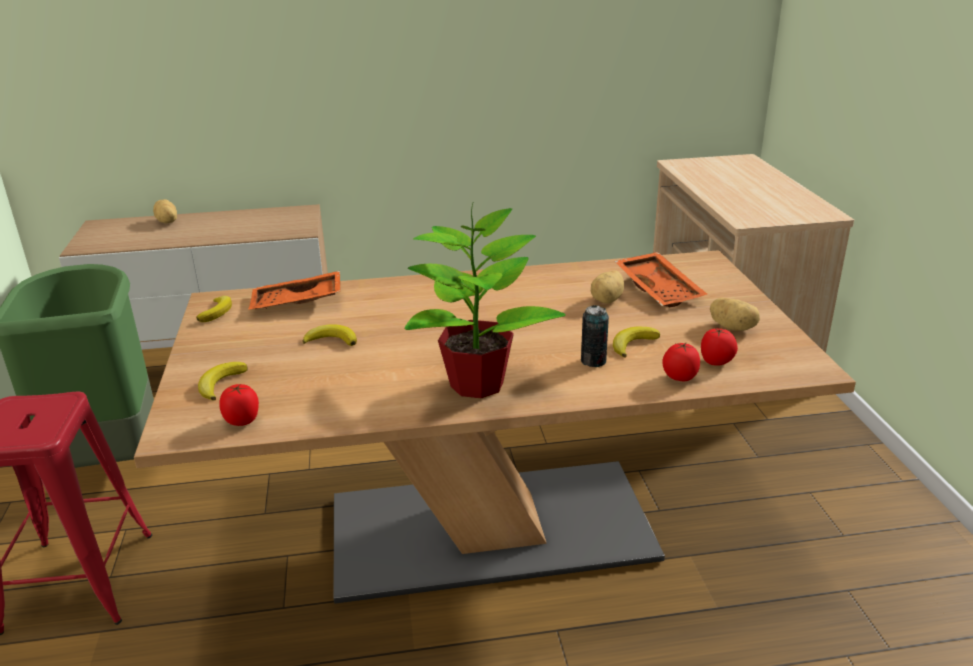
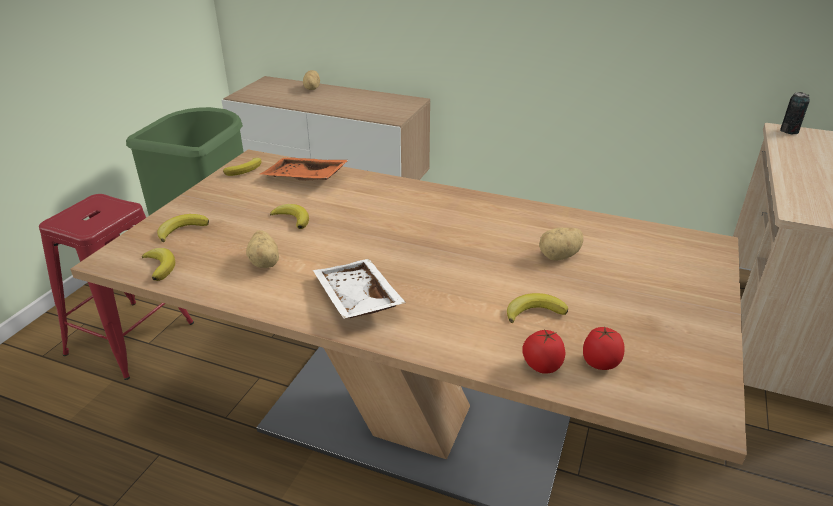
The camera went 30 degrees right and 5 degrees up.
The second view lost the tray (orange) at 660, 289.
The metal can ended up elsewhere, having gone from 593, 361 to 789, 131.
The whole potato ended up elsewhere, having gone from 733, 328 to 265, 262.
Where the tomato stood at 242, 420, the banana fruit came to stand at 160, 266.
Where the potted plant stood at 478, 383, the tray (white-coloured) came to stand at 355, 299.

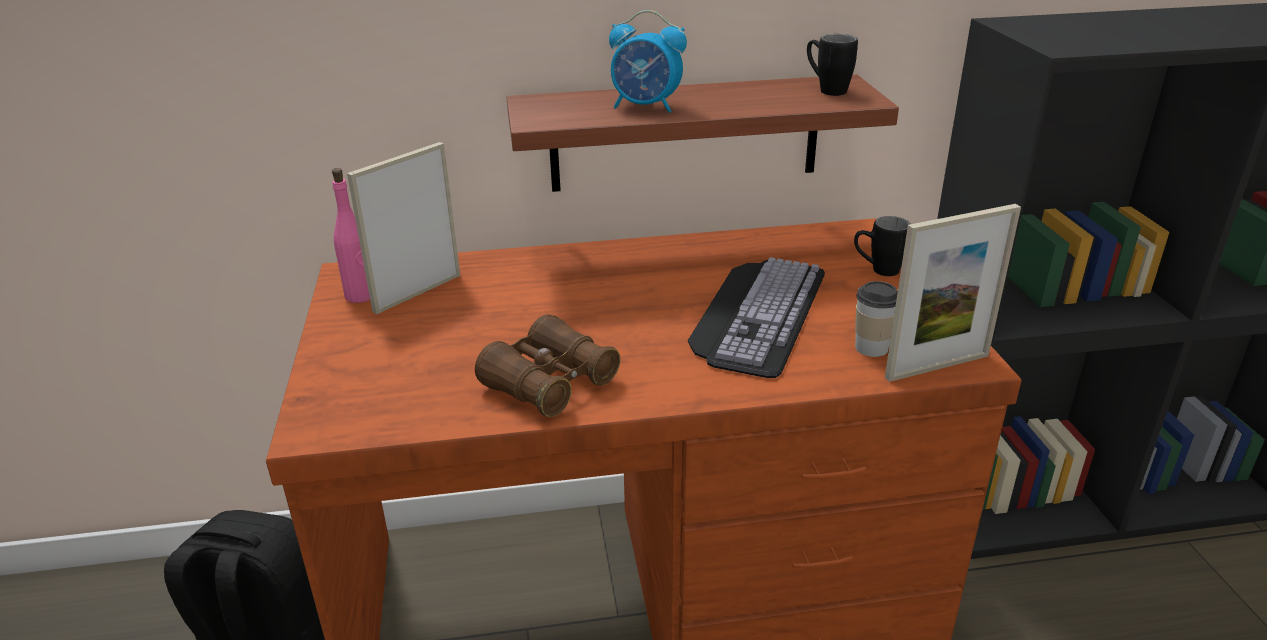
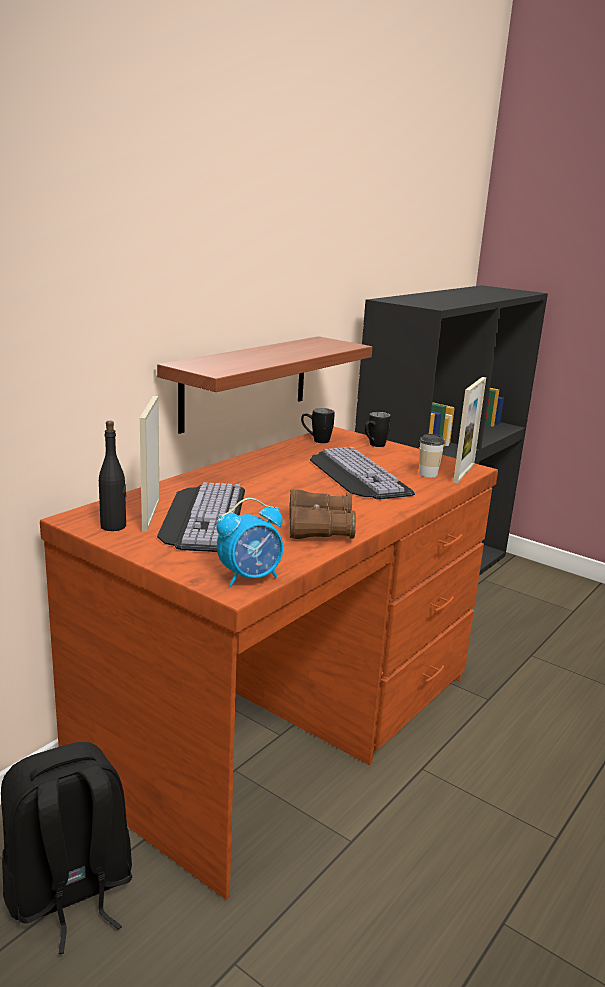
The camera went 45 degrees left and 10 degrees down.
The second view gained the computer keyboard at 202, 516.
The bedside clock ended up elsewhere, having gone from 646, 107 to 250, 577.
The coffee mug (black) ended up elsewhere, having gone from 826, 90 to 316, 440.
What was the drink bottle (pink) at 361, 295 turned into the drink bottle (black) at 113, 526.

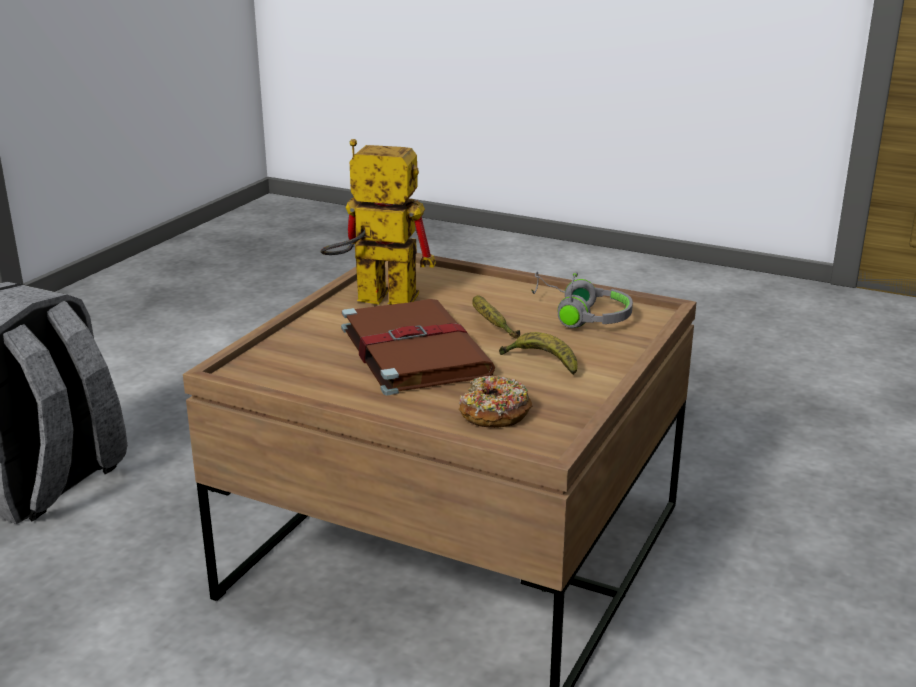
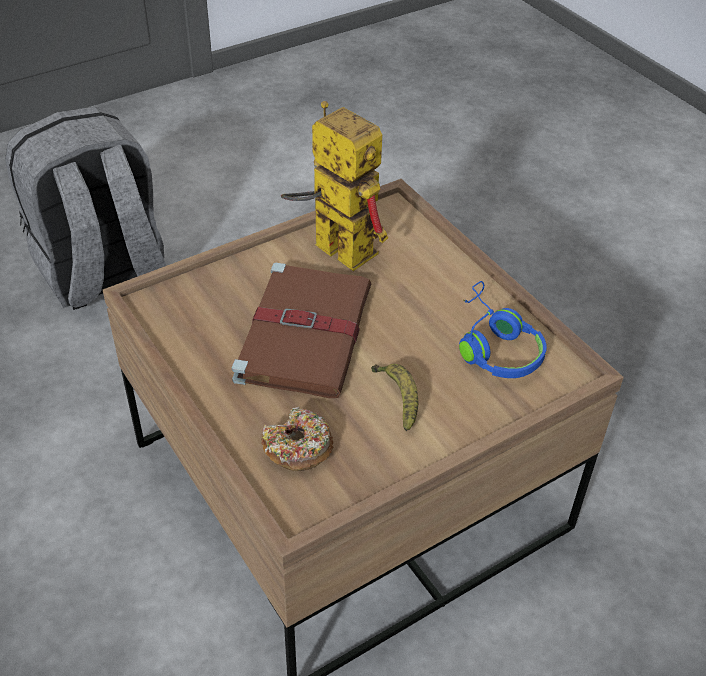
The camera went 30 degrees right and 20 degrees up.
The second view lost the banana fruit at 490, 325.
What was the headphones (grey) at 579, 315 turned into the headphones (blue) at 494, 346.

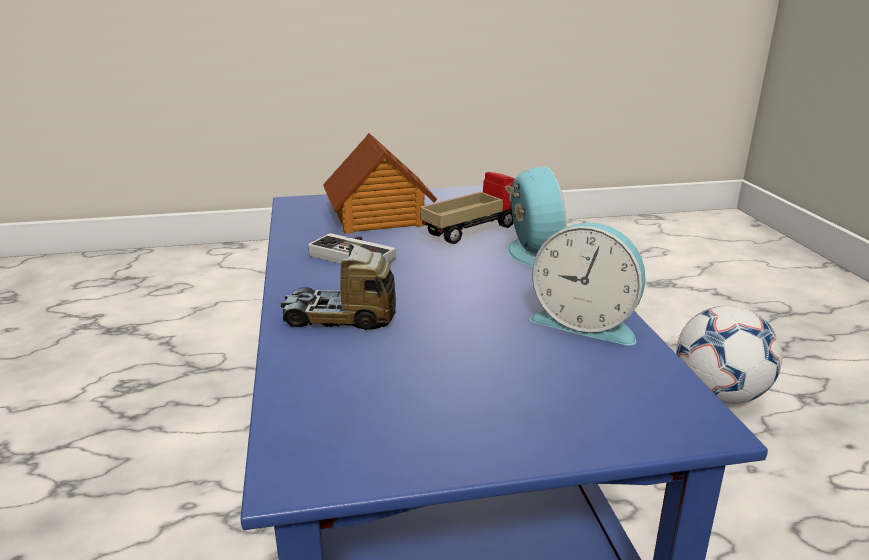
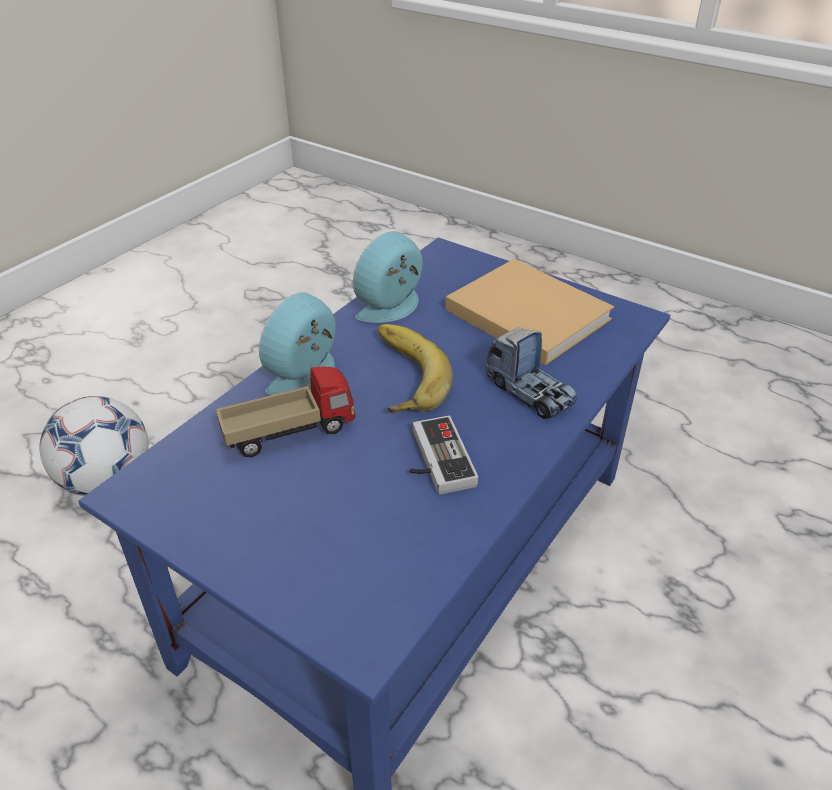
The camera went 135 degrees left and 15 degrees up.
The second view lost the toy house at 378, 217.
The second view gained the banana fruit at 400, 376.
The second view gained the volume (beige) at 524, 312.
The toy lorry at 472, 230 ended up facing another way, 150 degrees clockwise from before.
The bedside clock at 586, 322 ended up facing another way, 120 degrees counterclockwise from before.

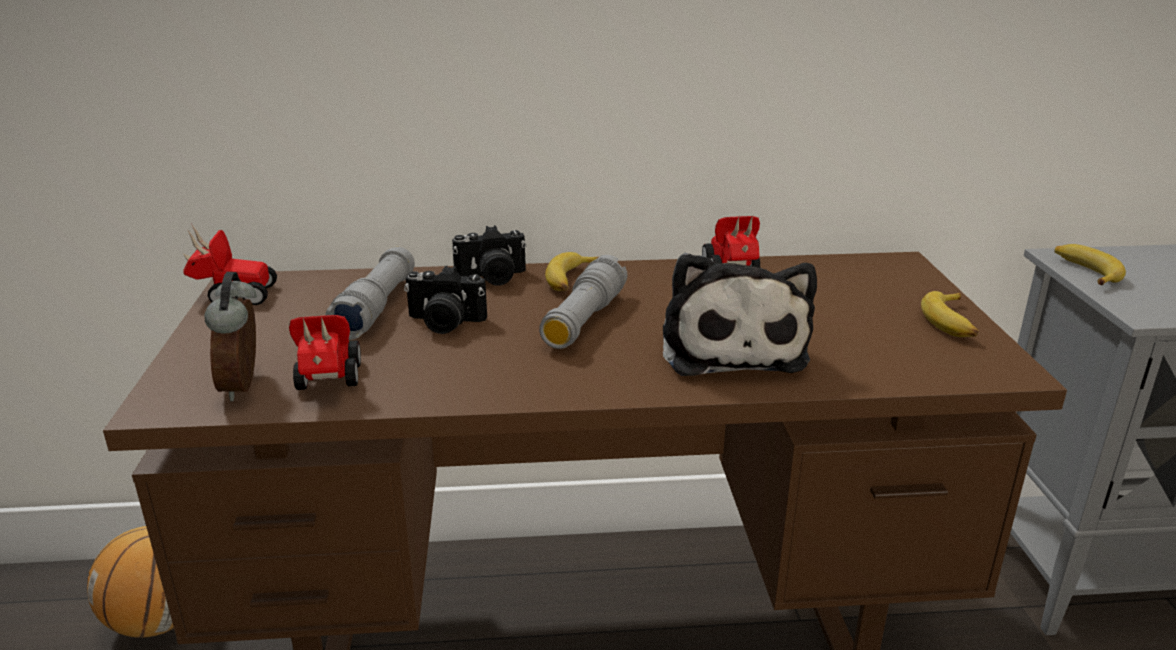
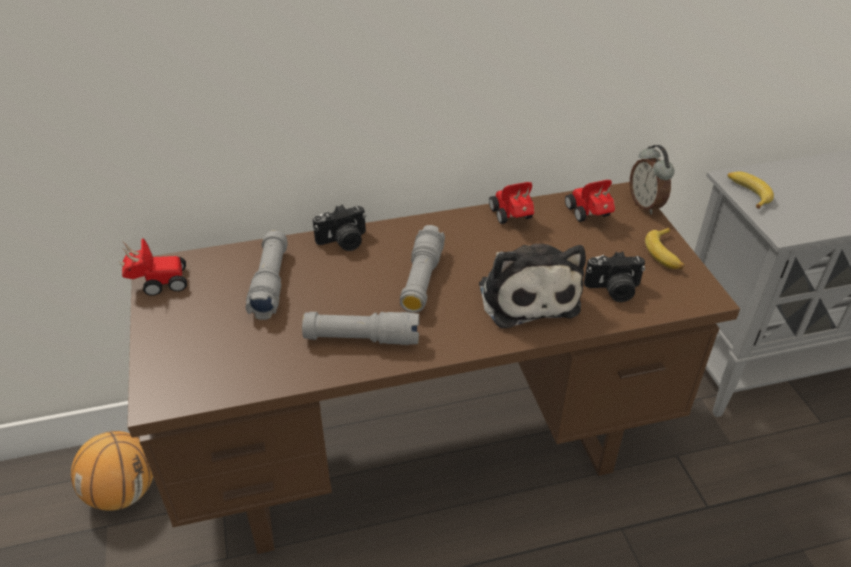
The camera went 10 degrees left and 15 degrees up.
The second view lost the banana fruit at 571, 280.
The second view gained the flashlight (grey) at 362, 338.
The bedside clock ended up elsewhere, having gone from 245, 386 to 646, 204.
The toy car ended up elsewhere, having gone from 328, 383 to 590, 215.
The still camera ended up elsewhere, having gone from 444, 323 to 613, 290.

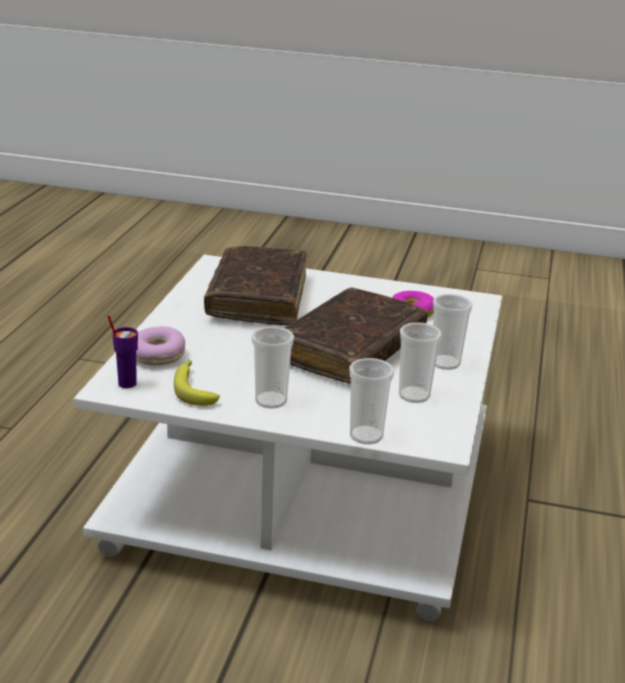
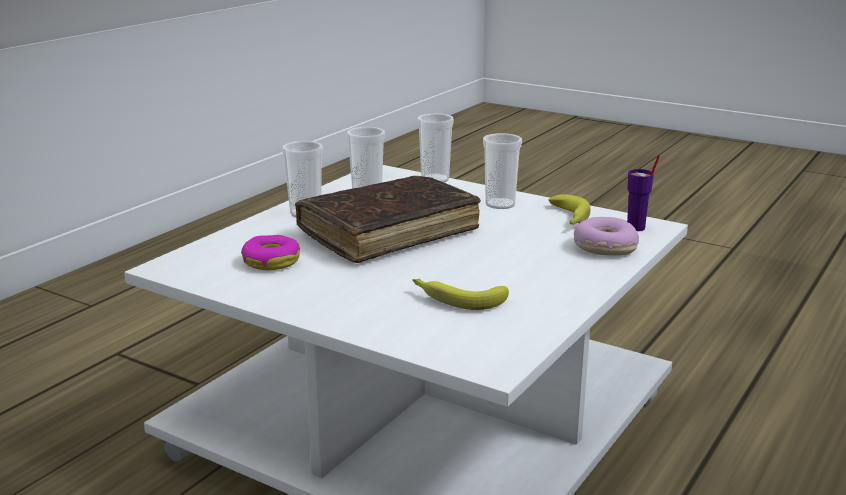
The camera went 160 degrees left and 5 degrees down.
Where the volume (brown) stood at 257, 298, the banana fruit came to stand at 457, 298.

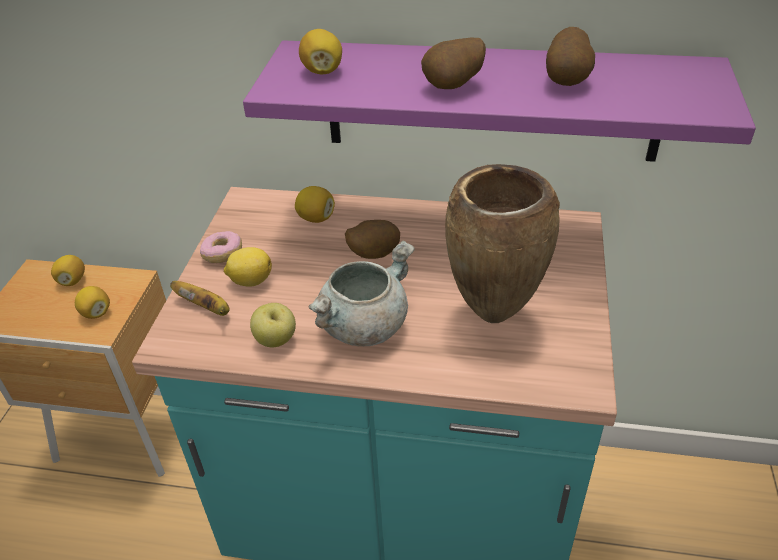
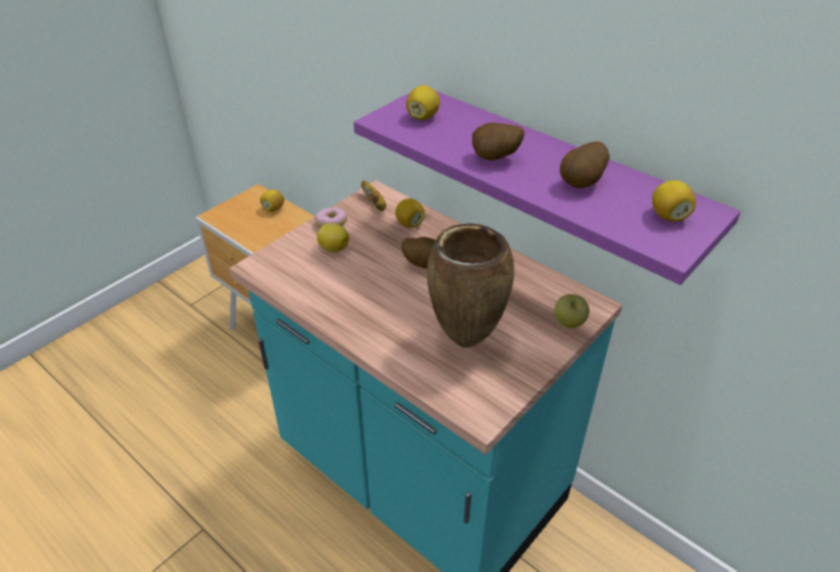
The camera went 30 degrees right and 0 degrees up.
The second view lost the cooking pot (grey) at 363, 325.
The whole lemon ended up elsewhere, having gone from 96, 313 to 668, 216.
The banana fruit ended up elsewhere, having gone from 206, 308 to 375, 204.
The whole apple ended up elsewhere, having gone from 276, 340 to 569, 323.

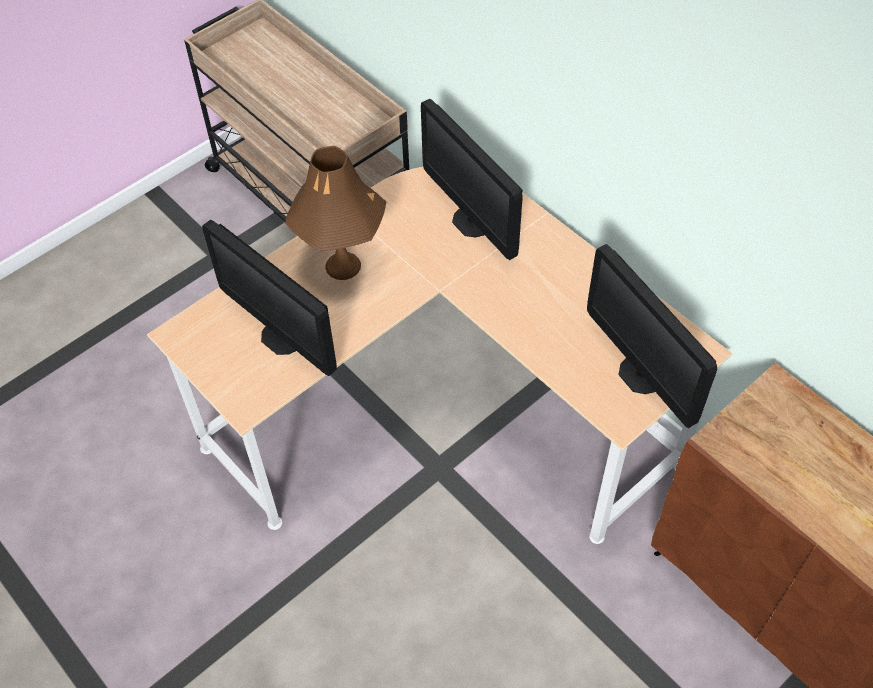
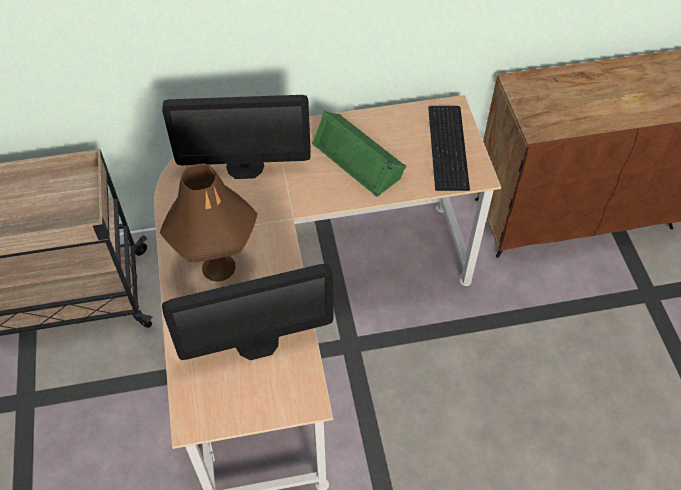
The camera went 60 degrees left and 0 degrees up.
The second view gained the loudspeaker (green) at 359, 158.
Where the computer display stood at 641, 374, the computer keyboard came to stand at 450, 146.

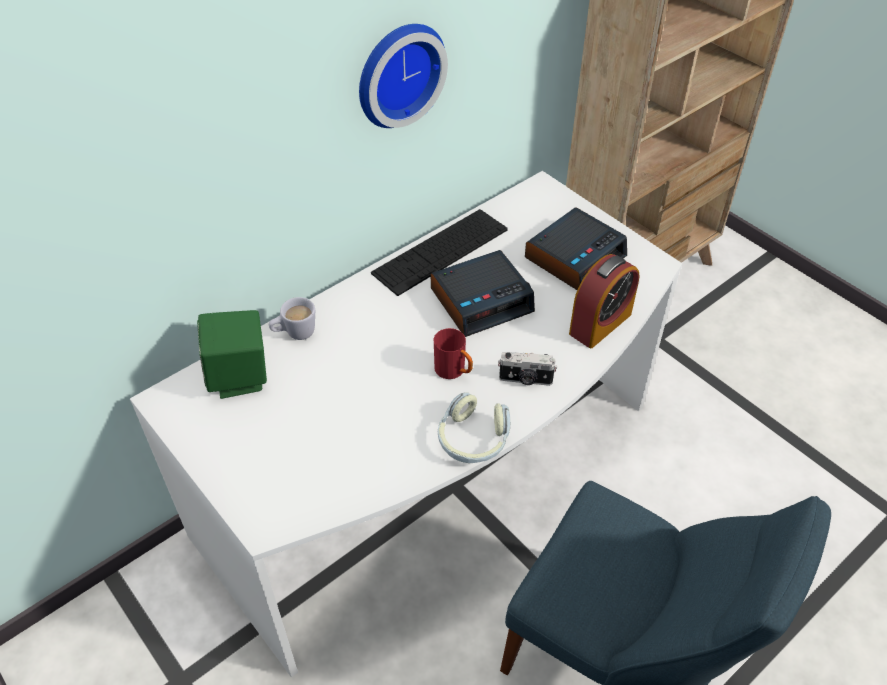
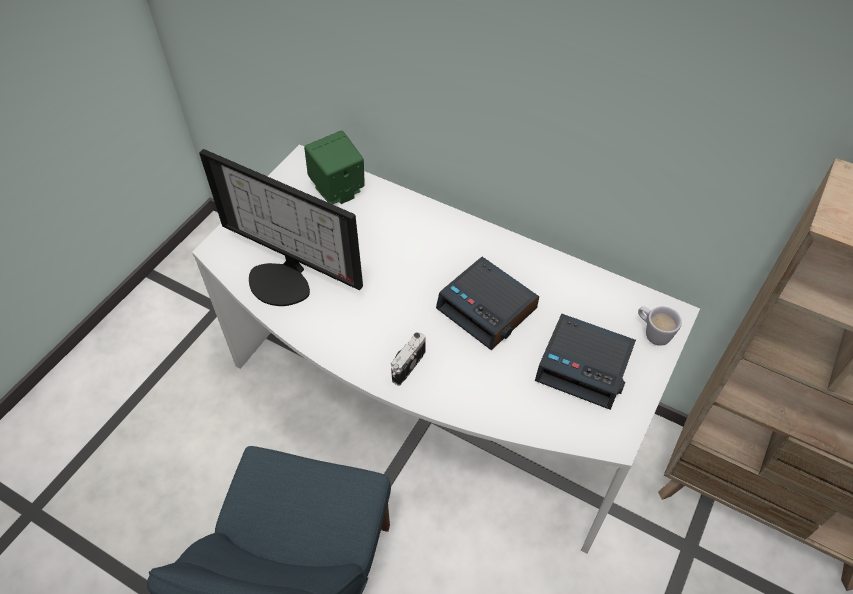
The camera went 70 degrees right and 5 degrees up.
The second view lost the wall clock at 397, 73.
The second view lost the computer keyboard at 440, 251.
The second view lost the coffee mug (red-coloured) at 454, 371.
The second view lost the headphones at 473, 439.
The second view lost the bedside clock at 600, 324.
The second view gained the computer display at 284, 279.
The coffee mug (white-coloured) ended up elsewhere, having gone from 295, 333 to 652, 333.
The still camera at 525, 380 ended up facing another way, 45 degrees clockwise from before.

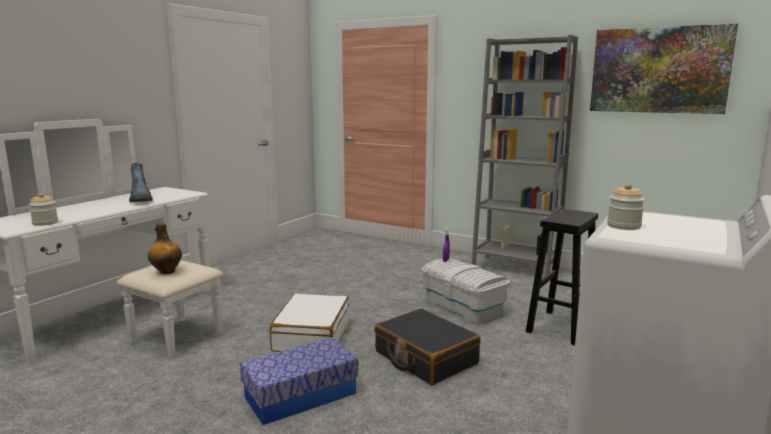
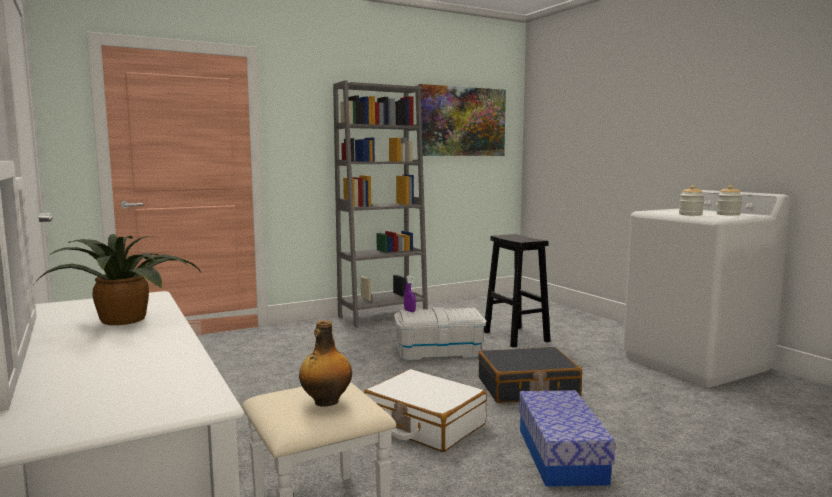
The camera went 60 degrees left and 5 degrees down.
The preserve jar ended up elsewhere, having gone from 45, 223 to 728, 214.
Where the tall boot stood at 141, 200, the potted plant came to stand at 126, 319.

